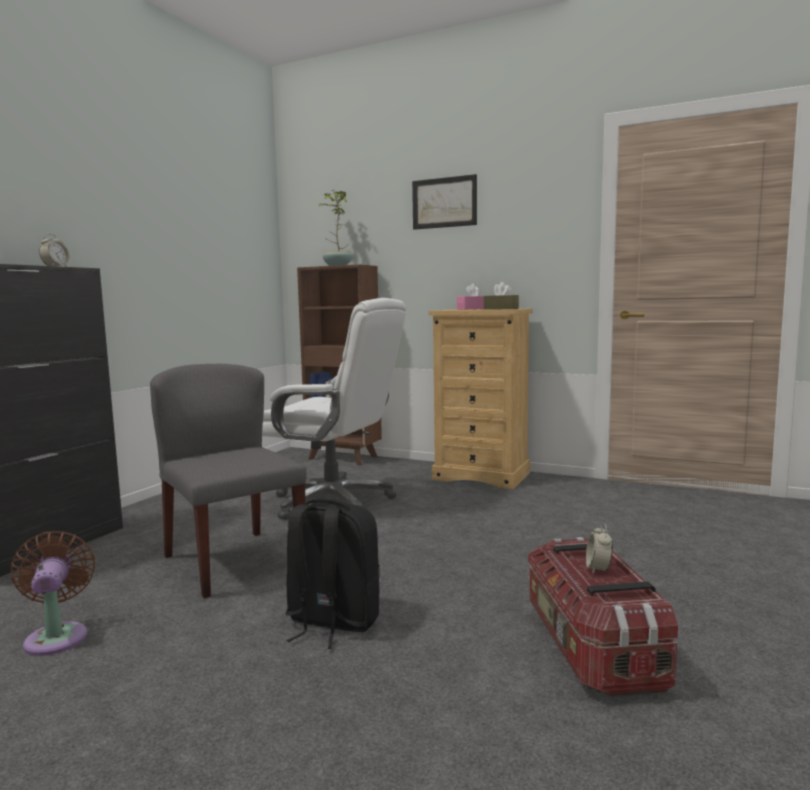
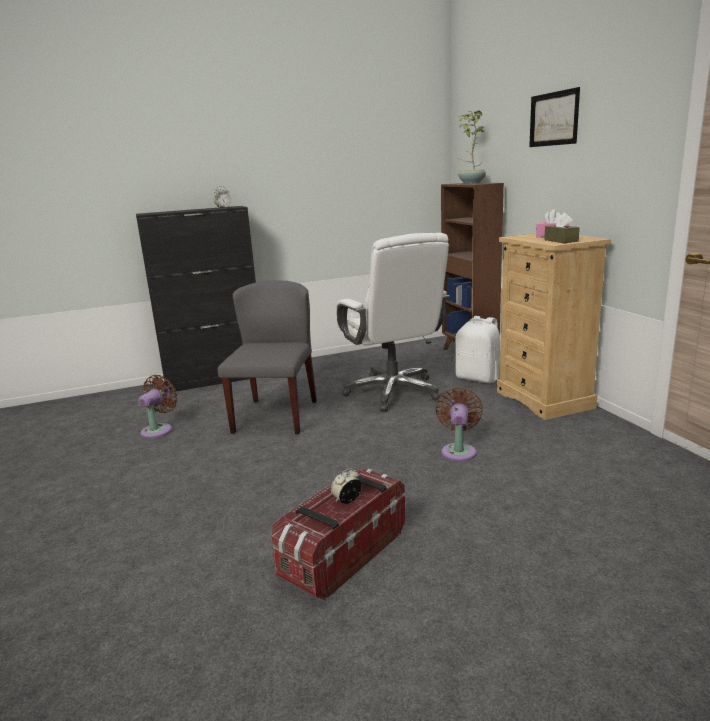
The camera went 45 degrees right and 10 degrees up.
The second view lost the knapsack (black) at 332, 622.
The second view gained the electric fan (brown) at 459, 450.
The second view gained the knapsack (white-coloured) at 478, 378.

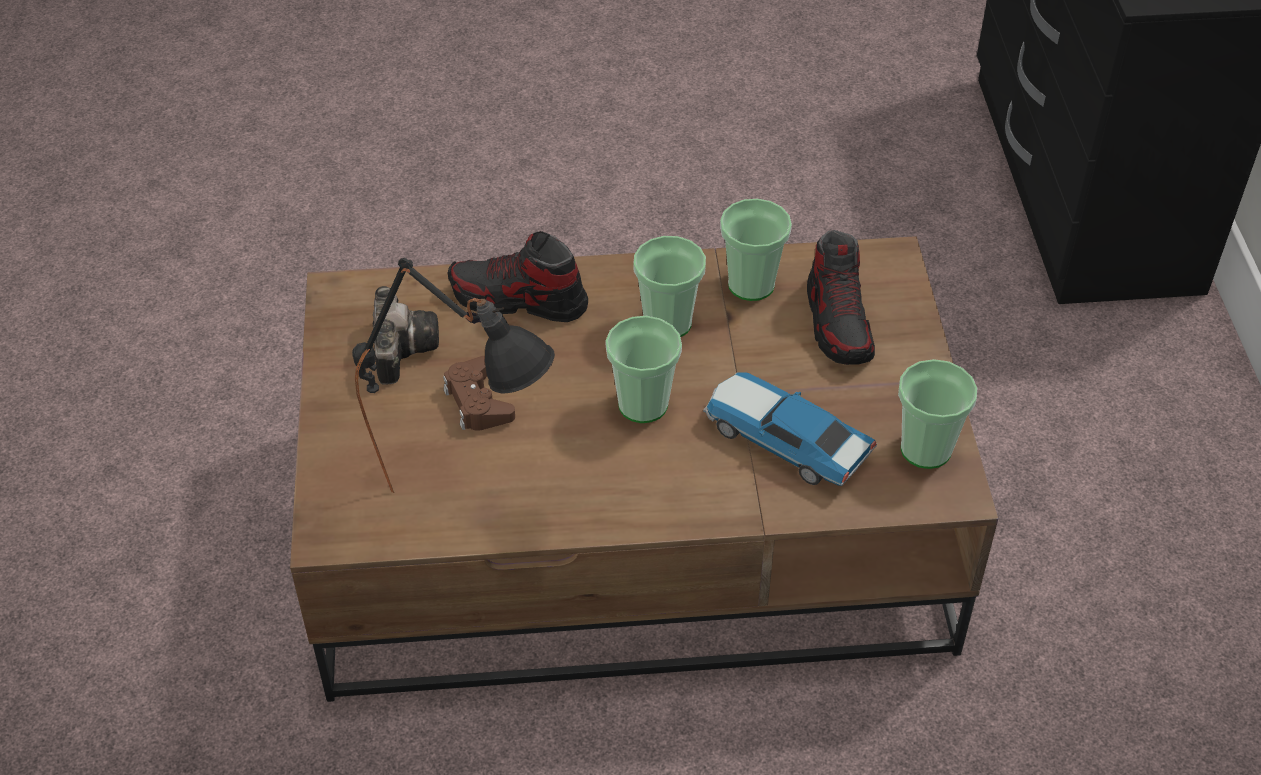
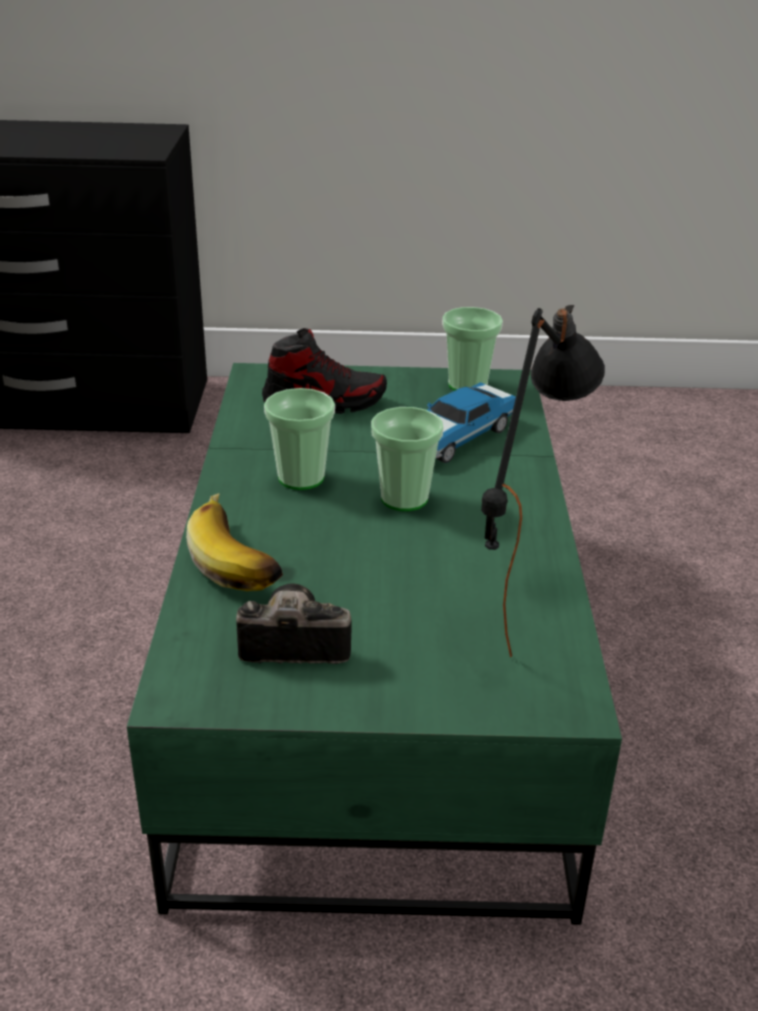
The camera went 85 degrees left and 15 degrees down.
The second view lost the gamepad (brown) at 478, 402.
The second view lost the drinking cup at 751, 284.
Where the low shoe stood at 518, 300, the banana fruit came to stand at 241, 560.
What was the coffee table (brown) at 635, 528 turned into the coffee table (green) at 373, 672.

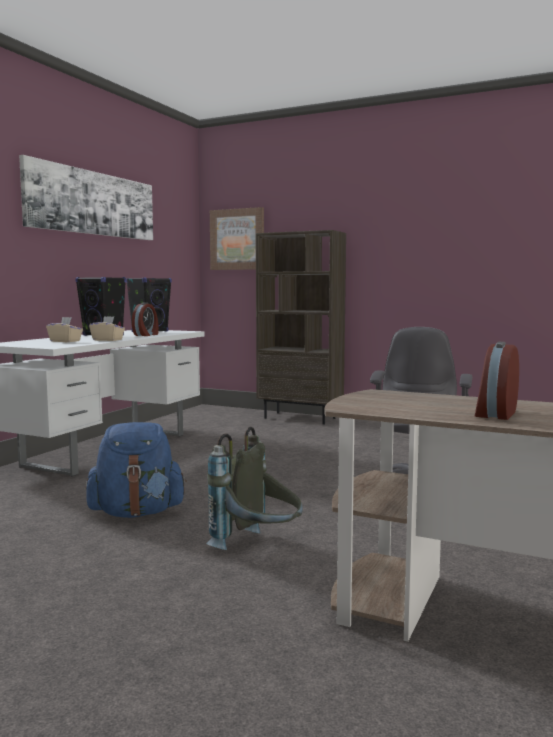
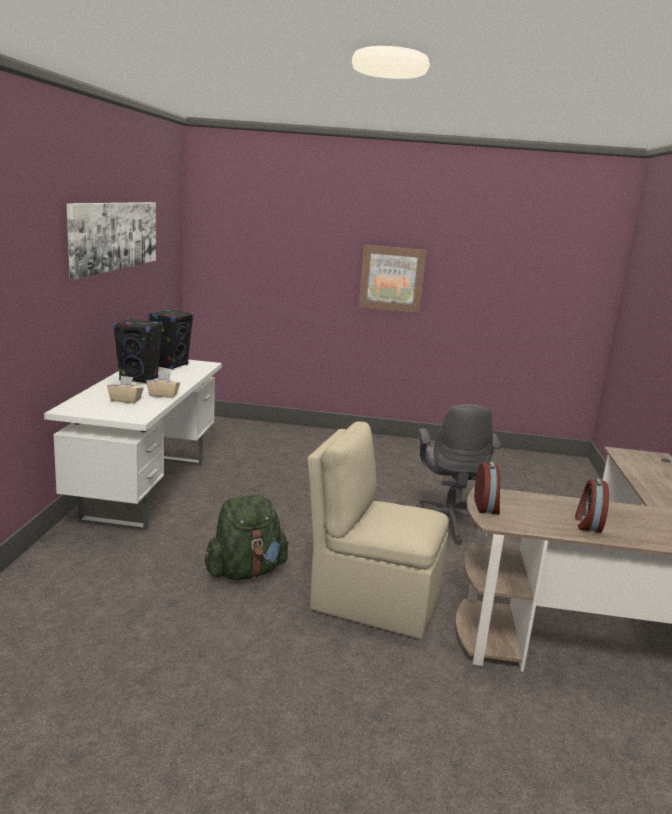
The camera went 20 degrees left and 10 degrees up.
The second view lost the bookcase (brown) at 300, 418.
The bedside clock ended up elsewhere, having gone from 146, 335 to 486, 506.
The picture ended up elsewhere, having gone from 237, 239 to 392, 278.
Where the knapsack (grey) stood at 258, 548, the chair (beige) came to stand at 372, 600.
What was the knapsack (blue) at 137, 512 turned into the knapsack (green) at 246, 572.

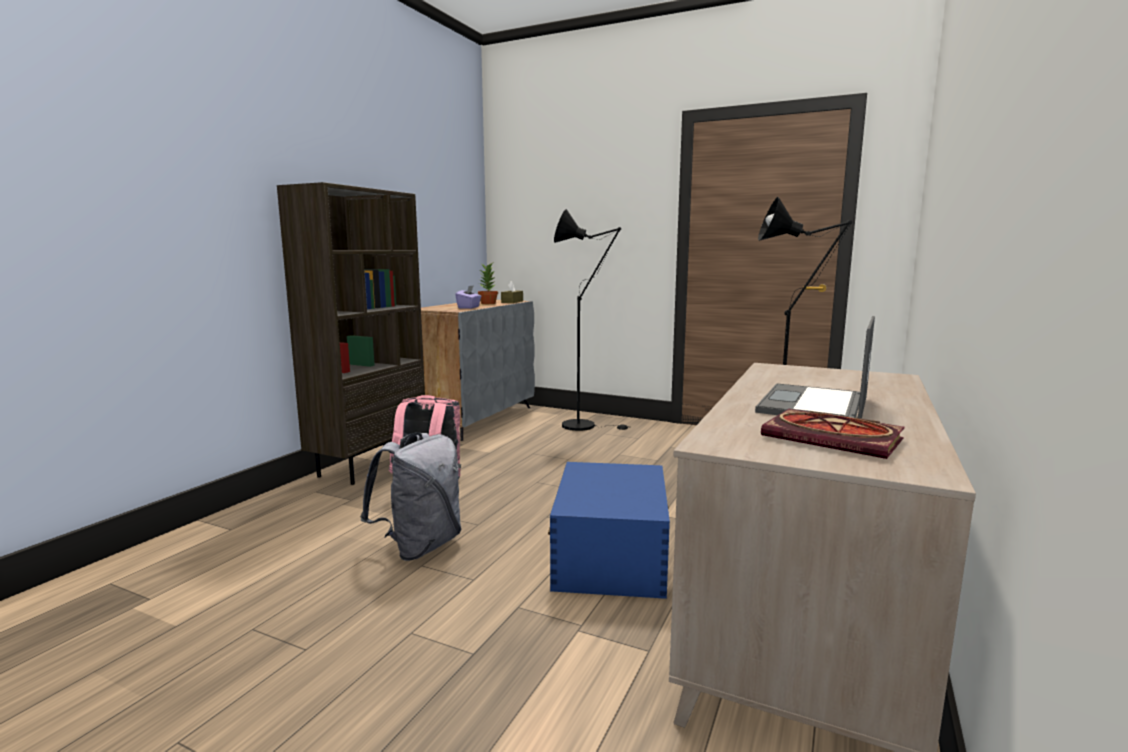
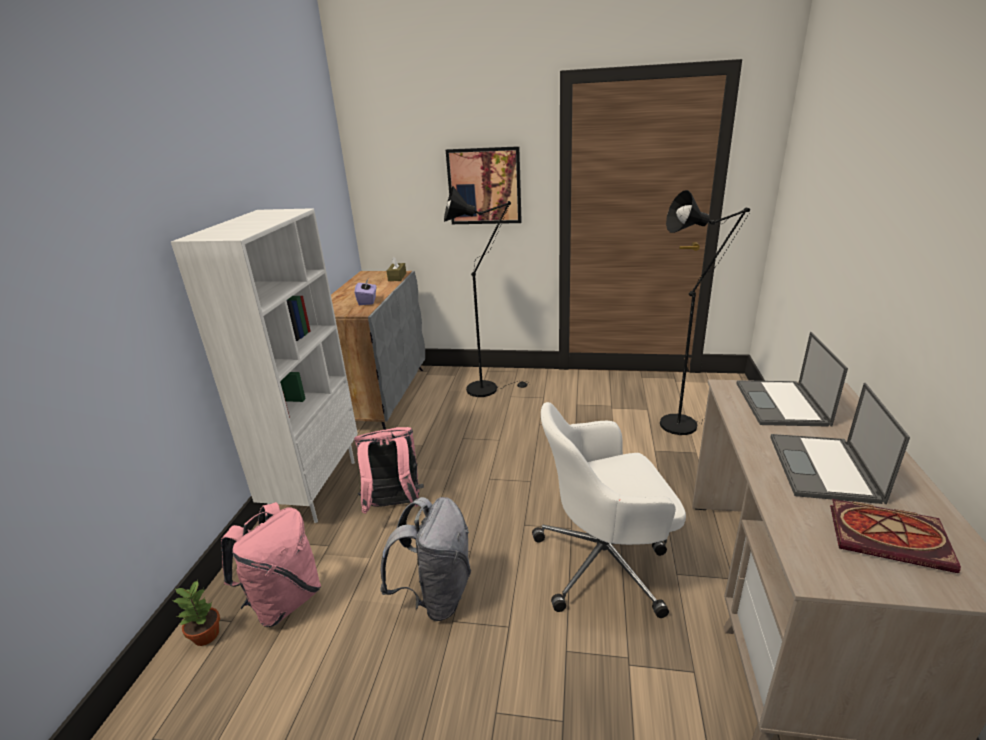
The camera went 15 degrees left and 15 degrees up.
The second view gained the knapsack (pink) at 284, 600.
The second view gained the picture at 484, 186.
The second view gained the notebook computer at 782, 404.
The potted plant ended up elsewhere, having gone from 488, 303 to 207, 635.
Where the storage container (blue) stood at 611, 555, the desk chair (white-coloured) came to stand at 605, 563.
What was the bookcase (brown) at 369, 464 turned into the bookcase (white-coloured) at 315, 488.

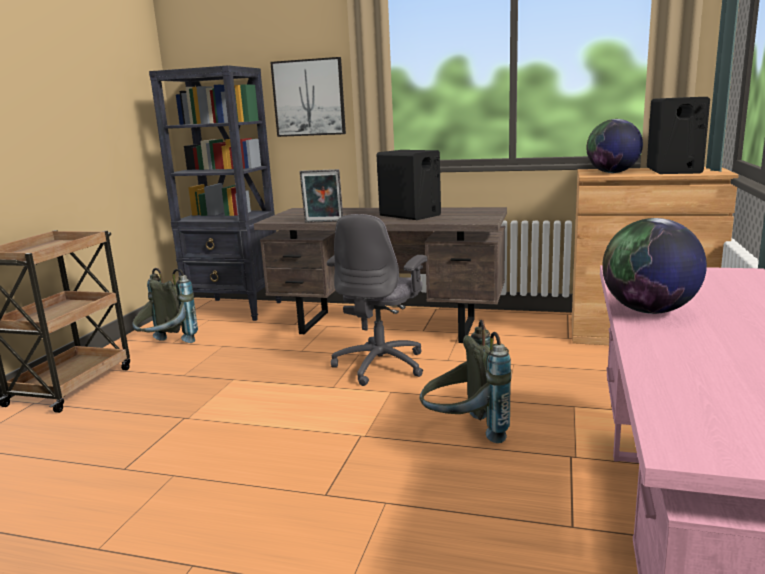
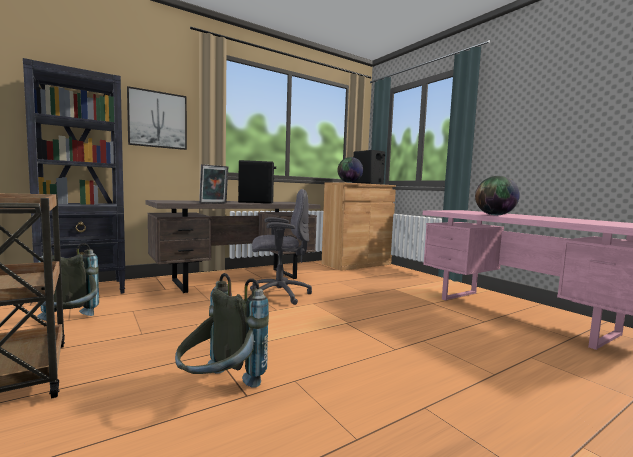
The camera went 50 degrees left and 10 degrees down.
The knapsack (grey) ended up elsewhere, having gone from 464, 432 to 219, 389.
The desk chair (grey) at 381, 365 ended up facing another way, 75 degrees counterclockwise from before.

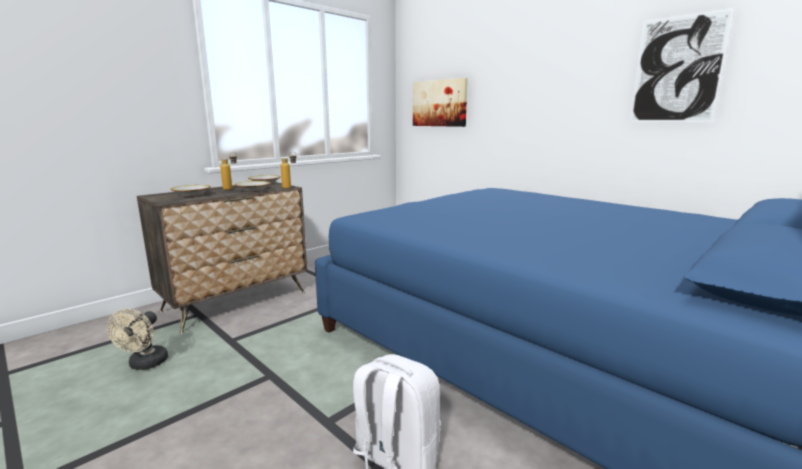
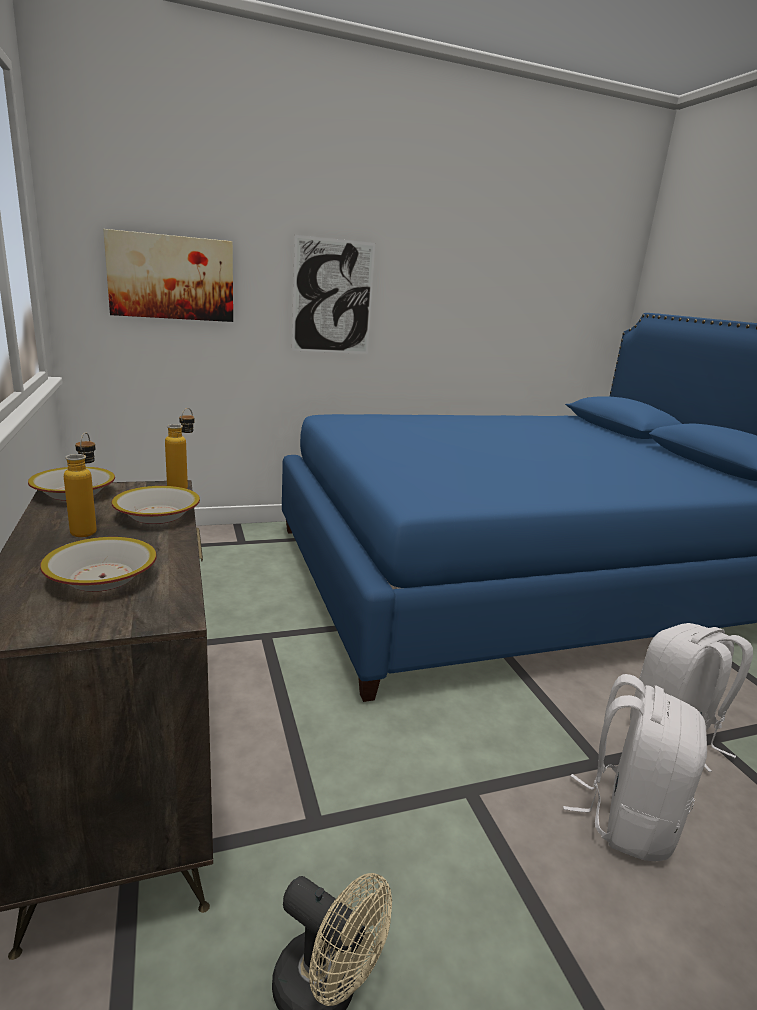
The camera went 65 degrees left and 5 degrees up.
The second view gained the knapsack (white-coloured) at 626, 818.
The picture ended up elsewhere, having gone from 677, 70 to 333, 297.

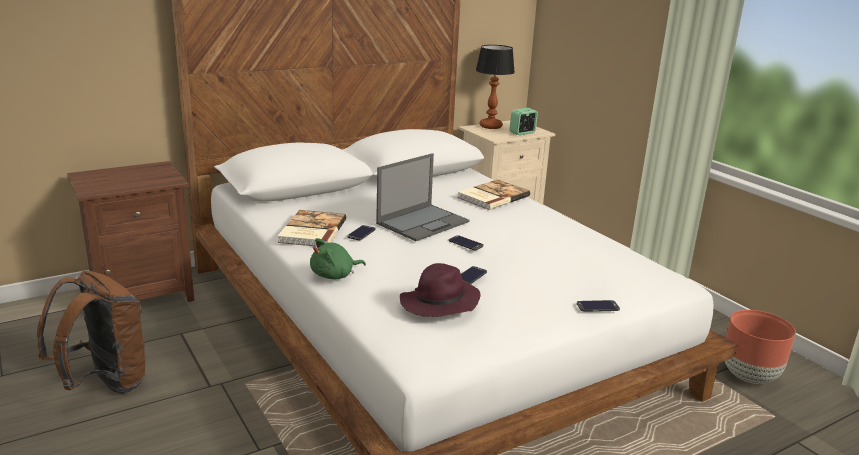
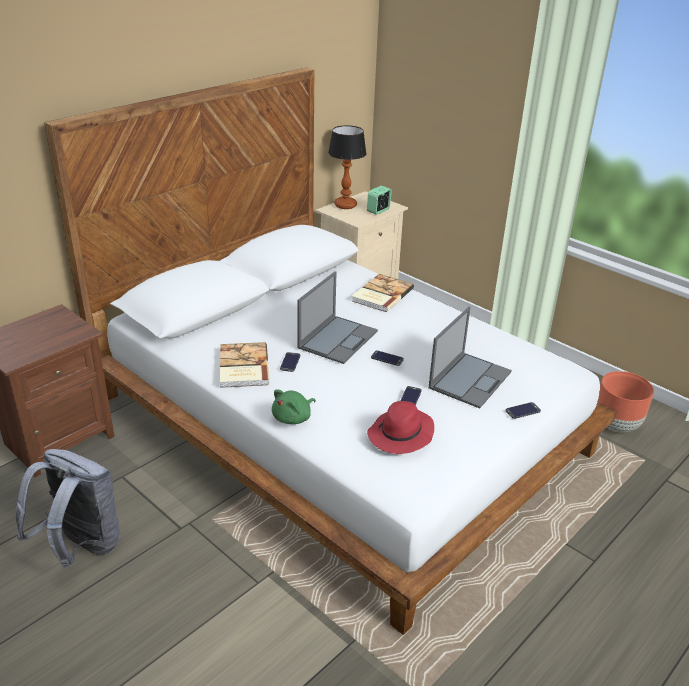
The camera went 15 degrees left and 10 degrees up.
The second view gained the notebook computer at 470, 379.
What was the knapsack (brown) at 105, 384 turned into the knapsack (grey) at 81, 547.
What was the wearable hat (purple) at 439, 304 turned into the wearable hat (red-coloured) at 401, 435.

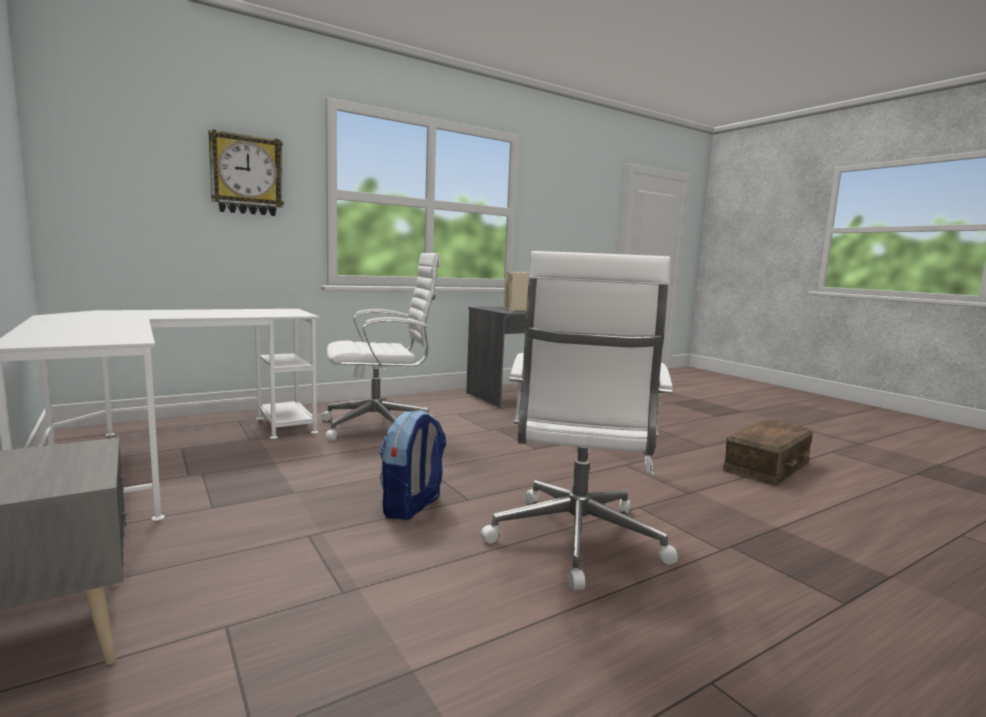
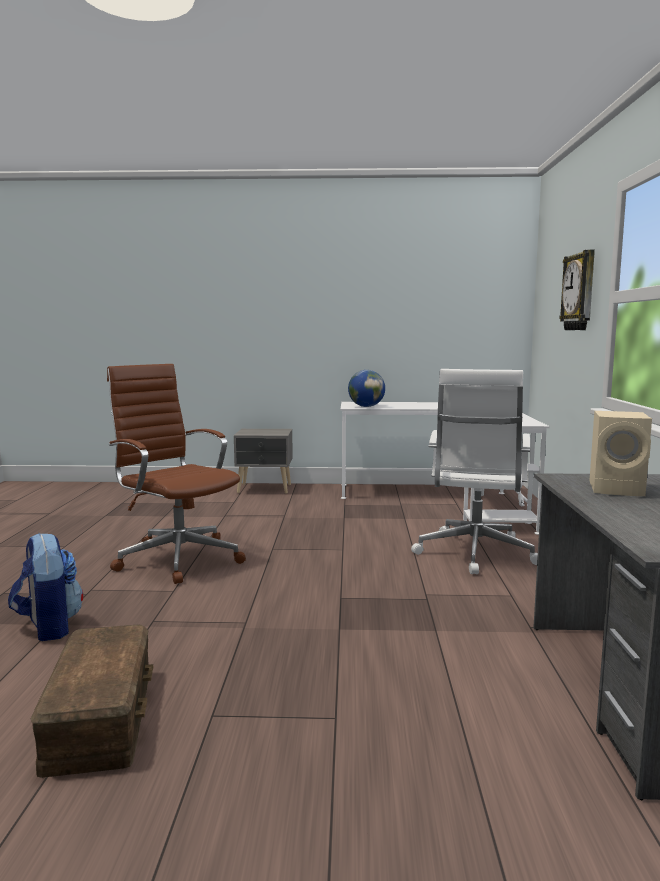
The camera went 125 degrees right and 0 degrees up.
The second view gained the desk globe at 366, 406.
The knapsack ended up elsewhere, having gone from 412, 507 to 48, 627.
What was the desk chair (white-coloured) at 575, 541 turned into the desk chair (brown) at 178, 558.

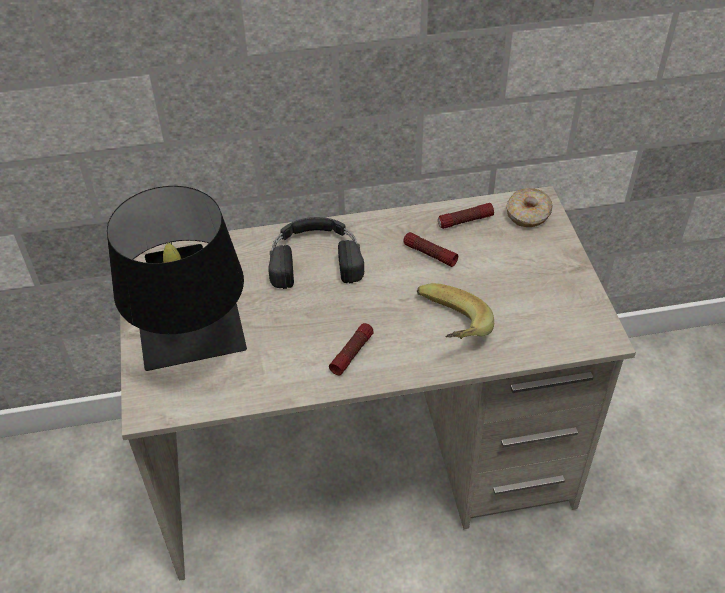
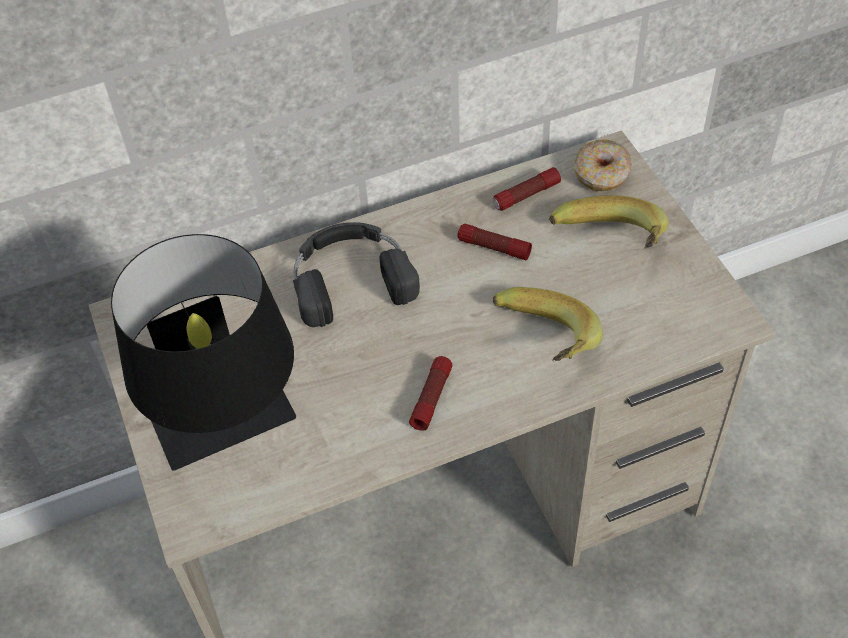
The camera went 10 degrees left and 5 degrees up.
The second view gained the banana fruit at 608, 246.

